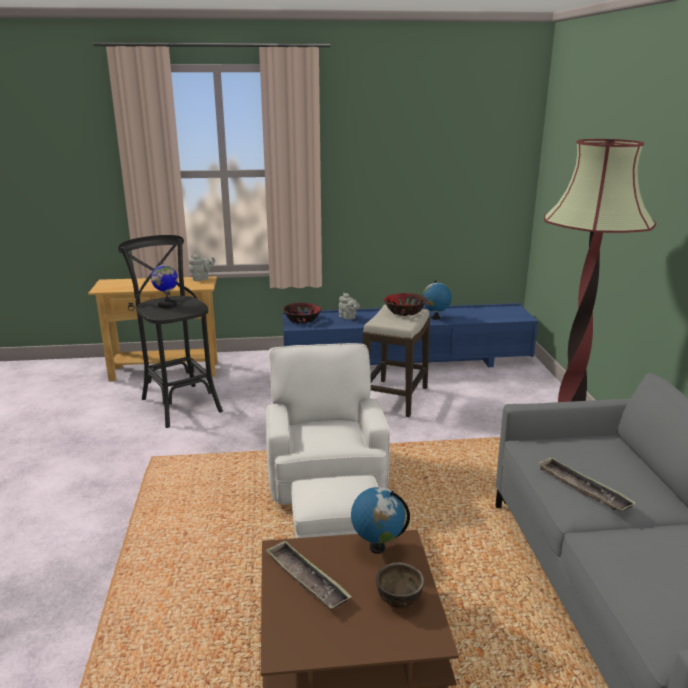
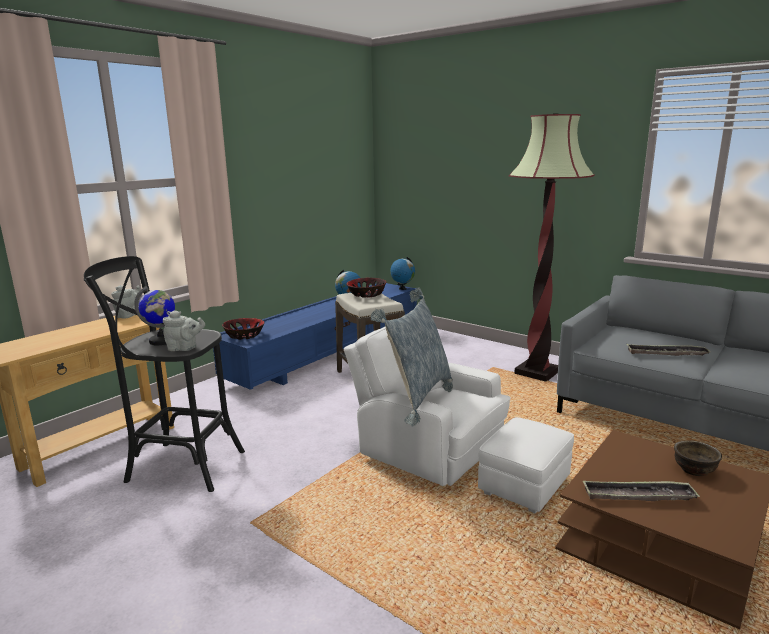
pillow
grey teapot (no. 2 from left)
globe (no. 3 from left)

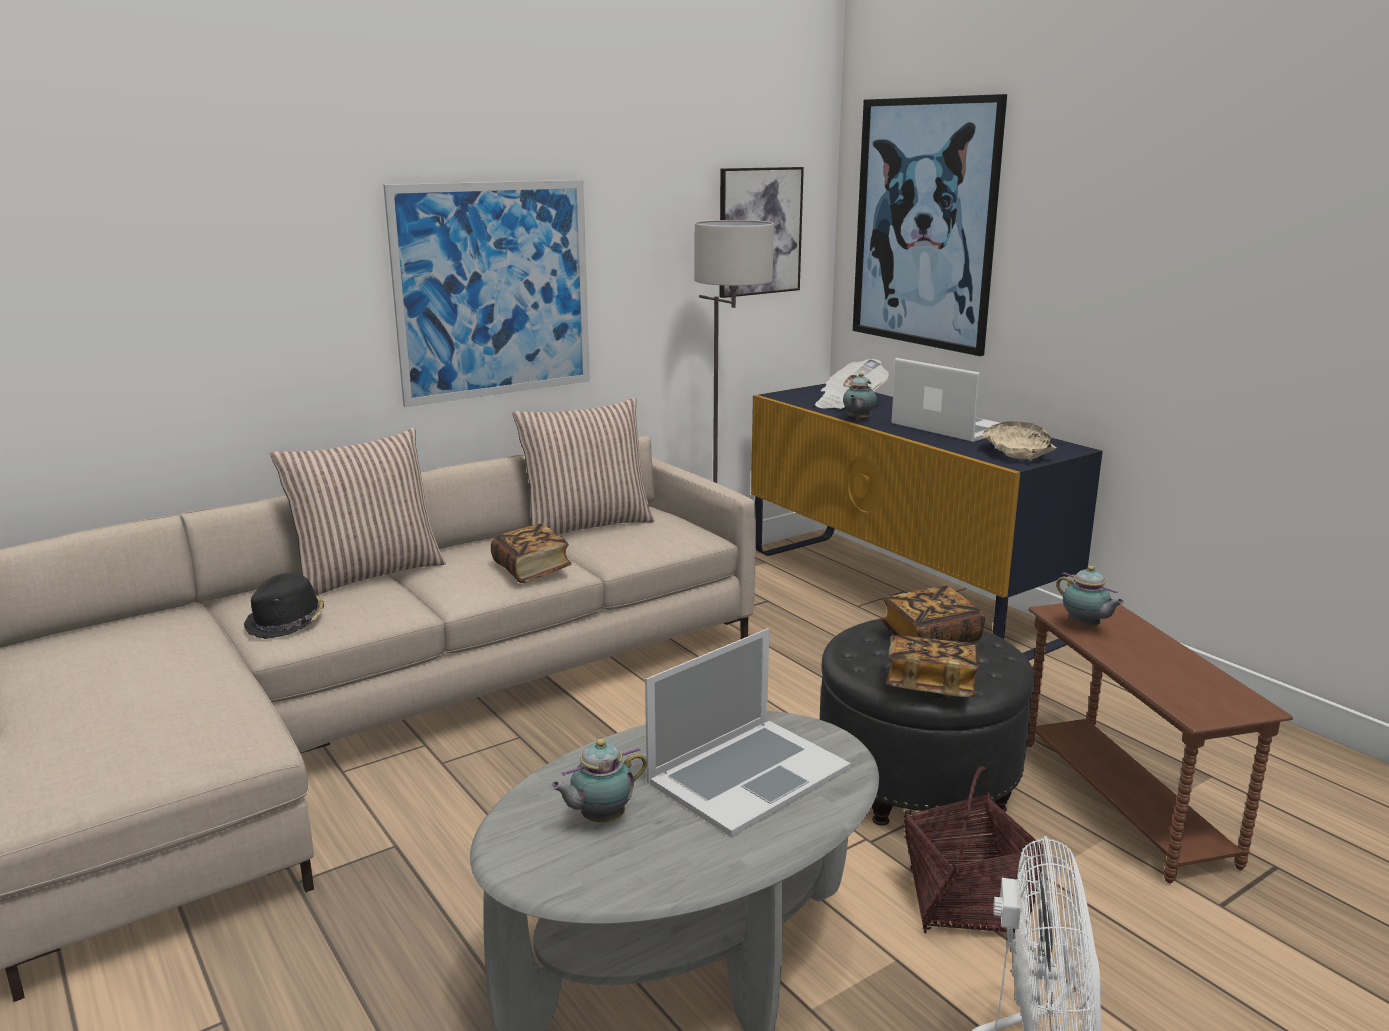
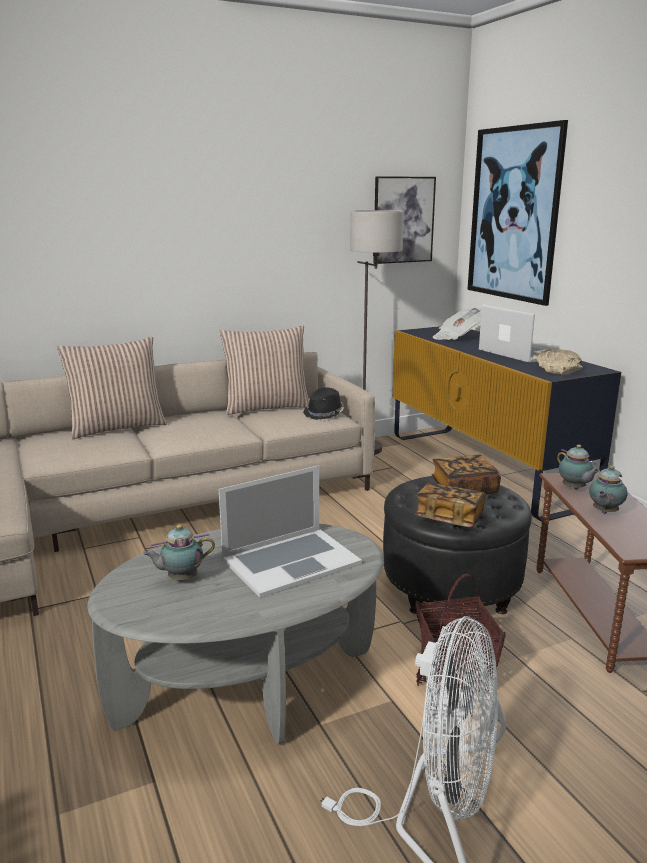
picture (no. 1 from left in the first image)
book (no. 1 from left in the first image)
black hat
teapot (no. 3 from left)

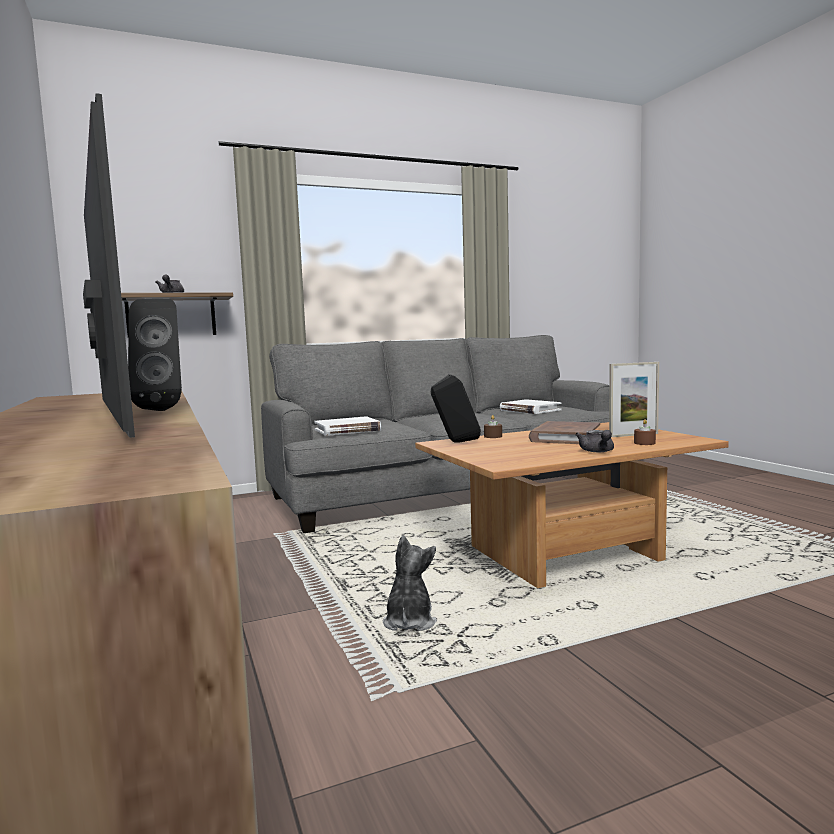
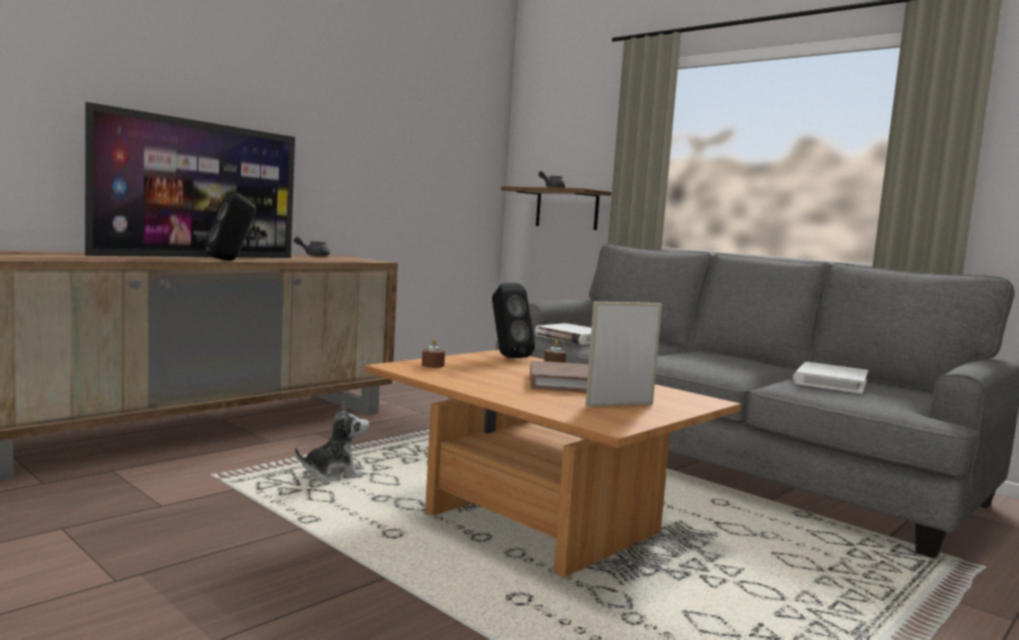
grey teapot (no. 1 from left)
brown candle (no. 1 from left)
picture frame

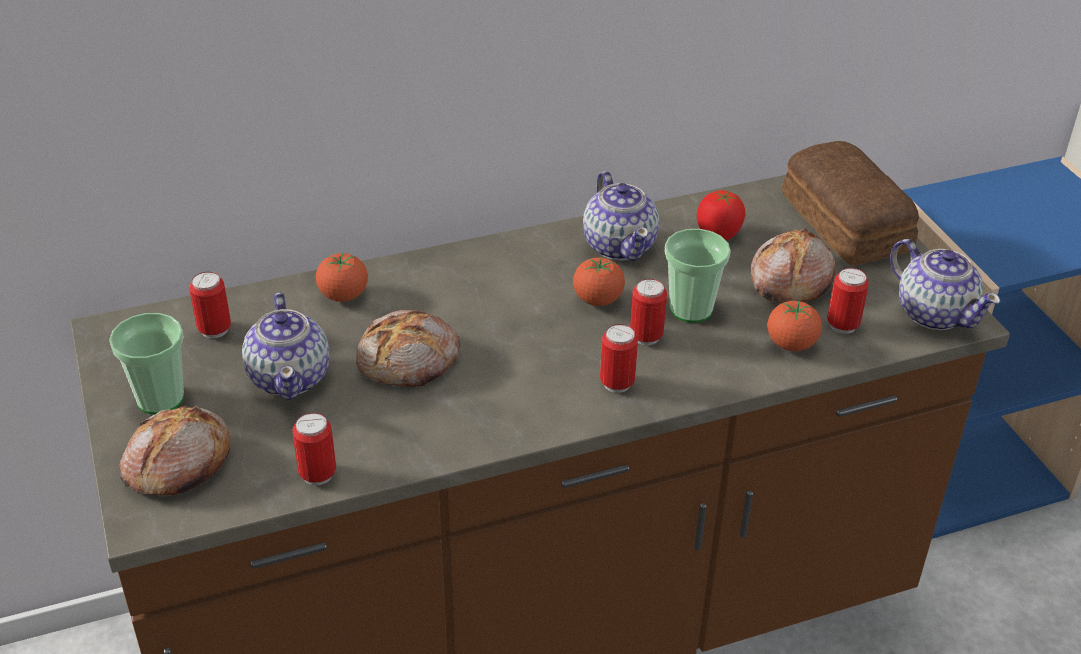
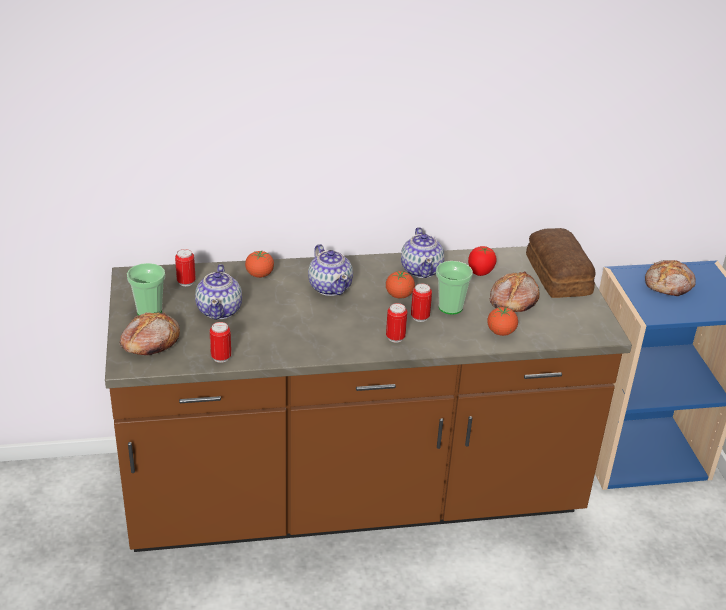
can (no. 5 from left in the first image)
bread (no. 4 from left)
teapot (no. 2 from left)

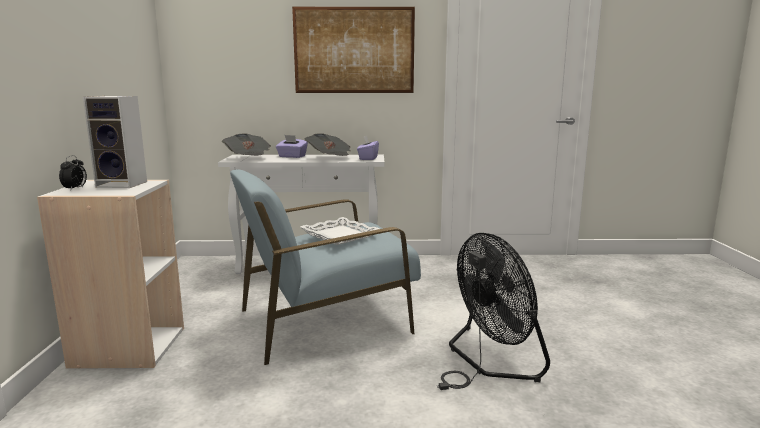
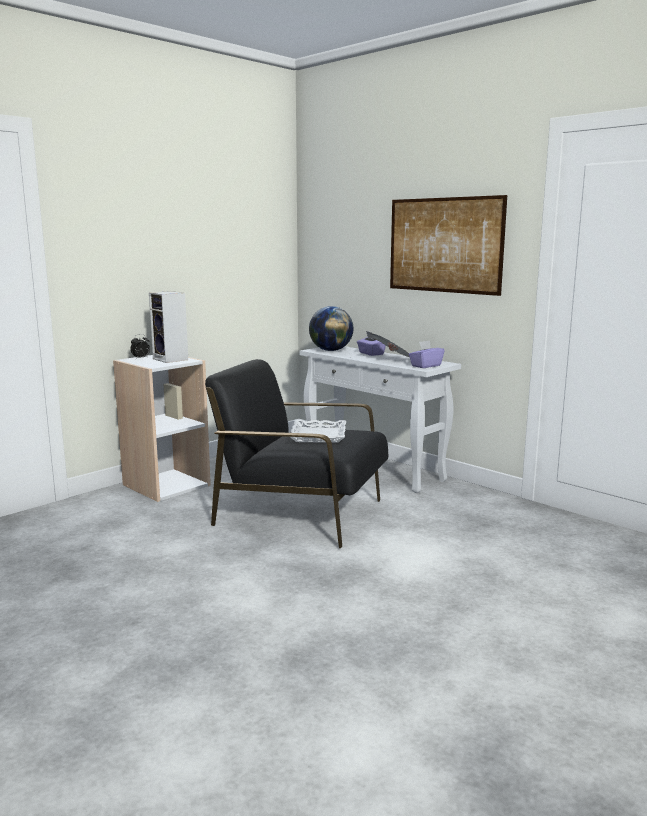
black fan
globe
black armchair

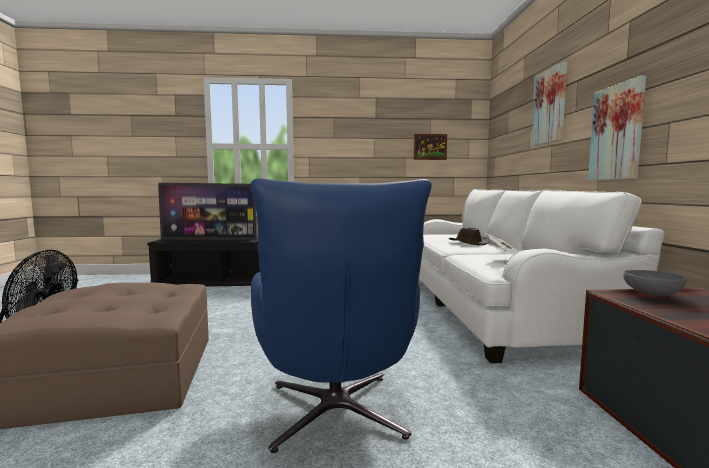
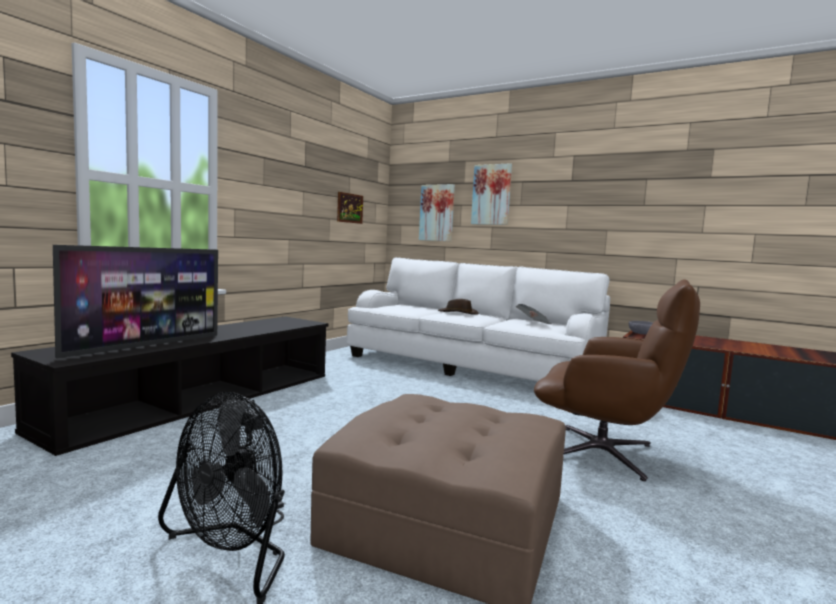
picture (no. 2 from left)
brown armchair

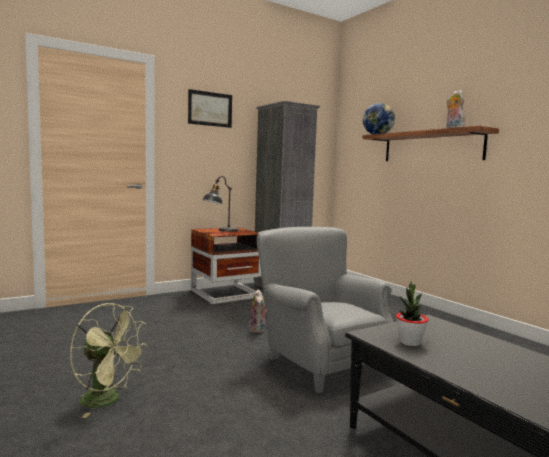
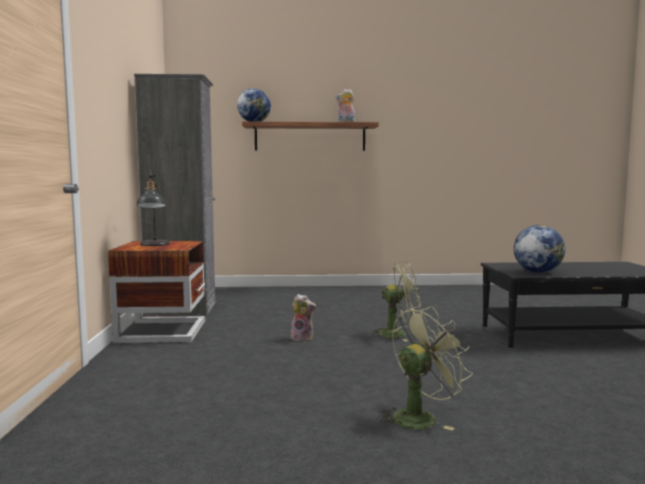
picture
green fan (no. 1 from left)
globe (no. 2 from left)

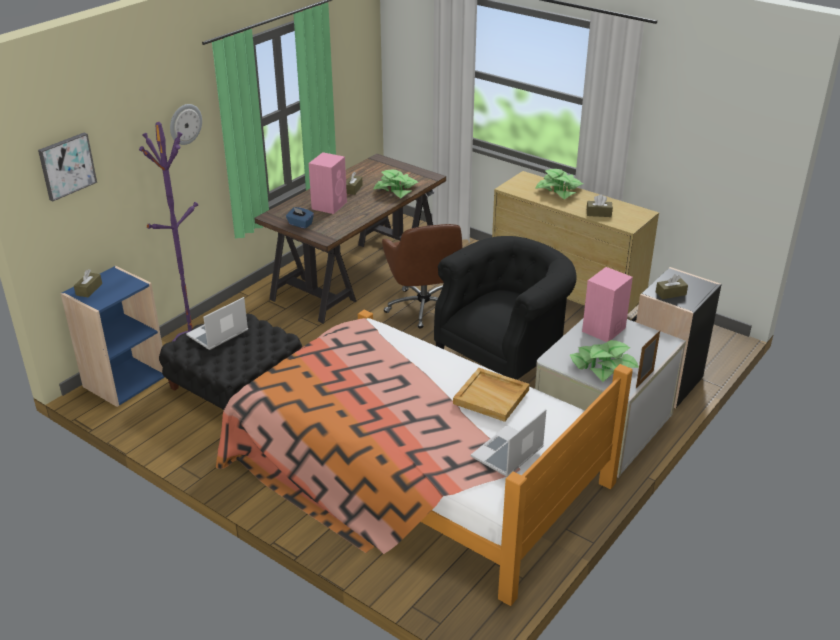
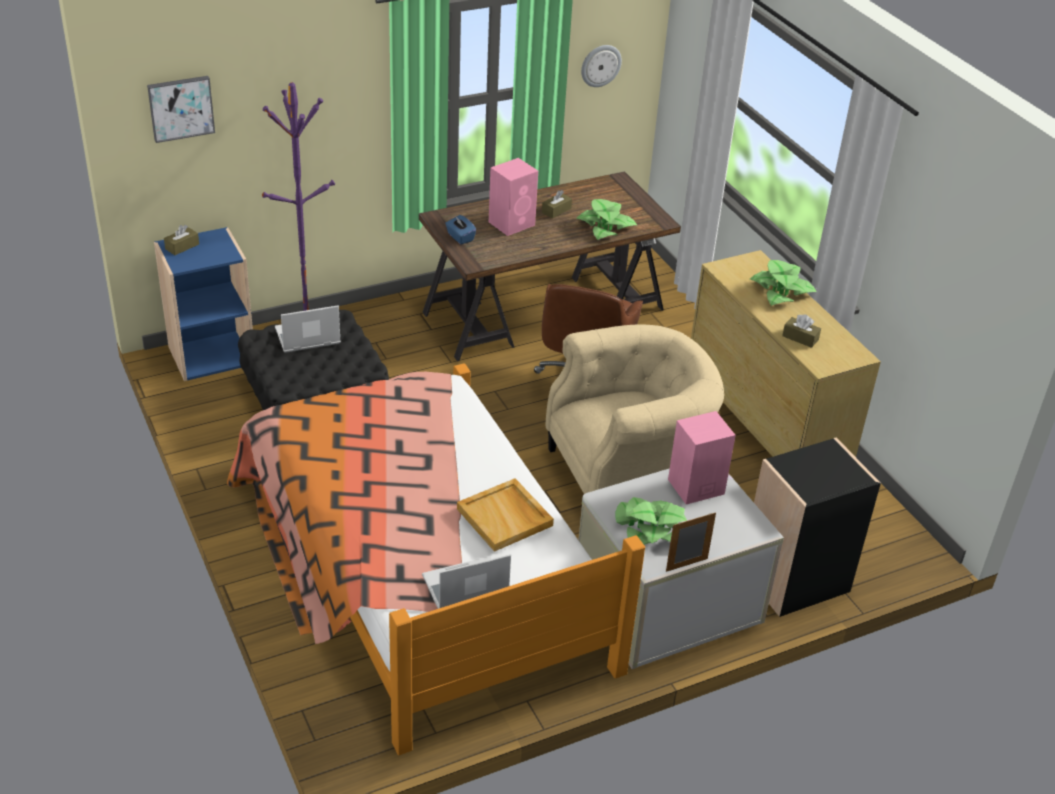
brown tissue box (no. 4 from left in the first image)
wall clock
beige armchair

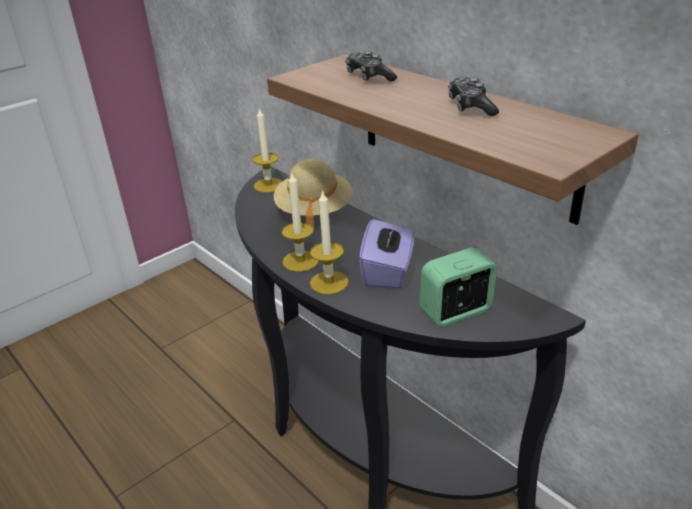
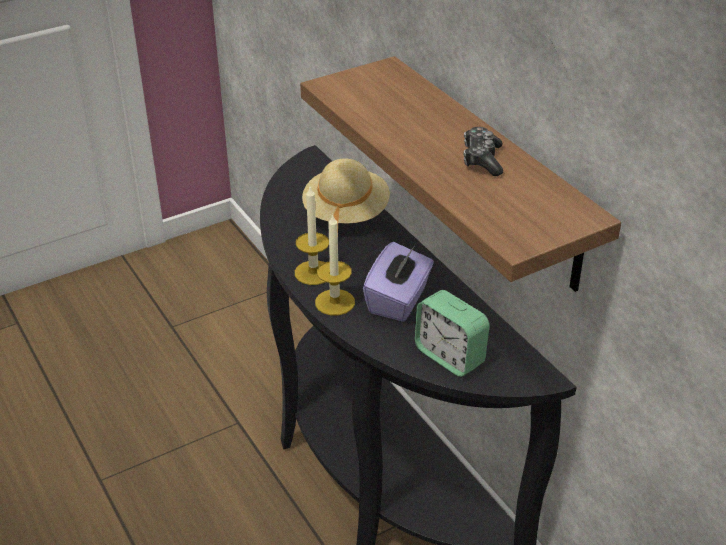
candle (no. 1 from left in the first image)
game controller (no. 1 from left in the first image)
alarm clock

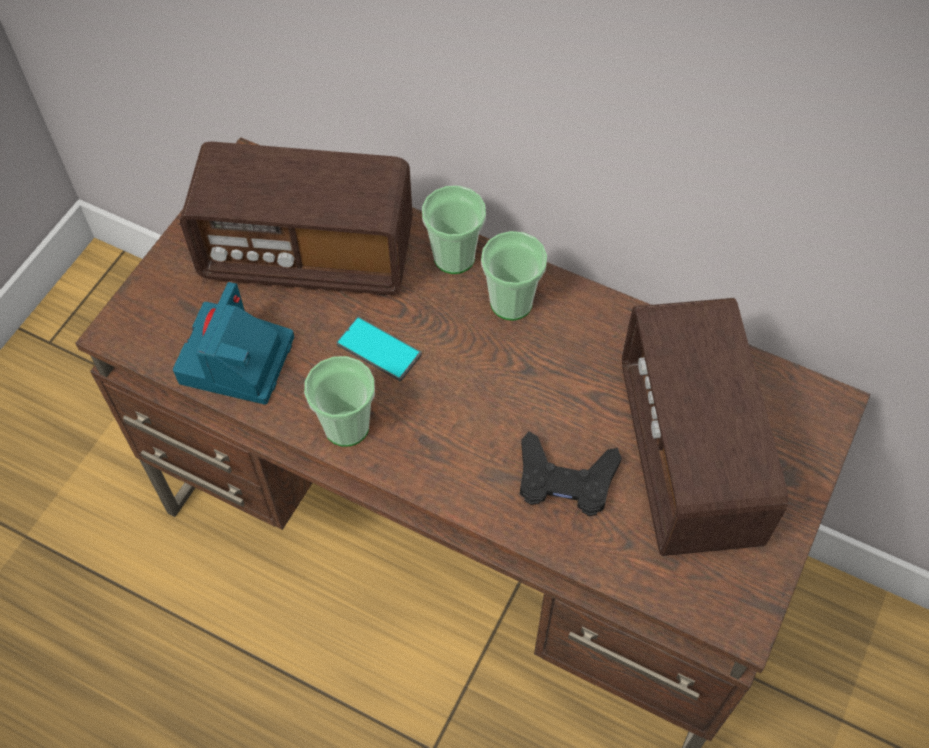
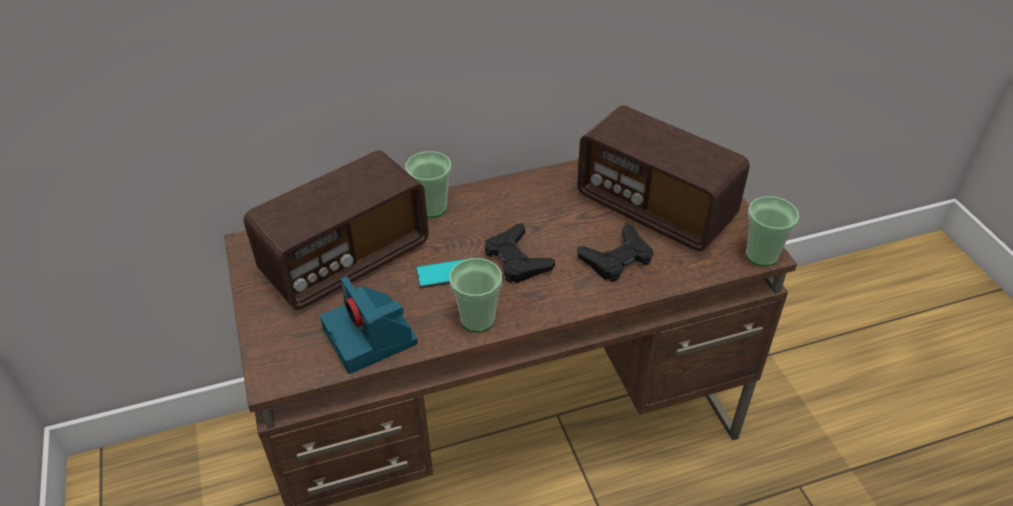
black game controller (no. 1 from left)
cup (no. 3 from left)

